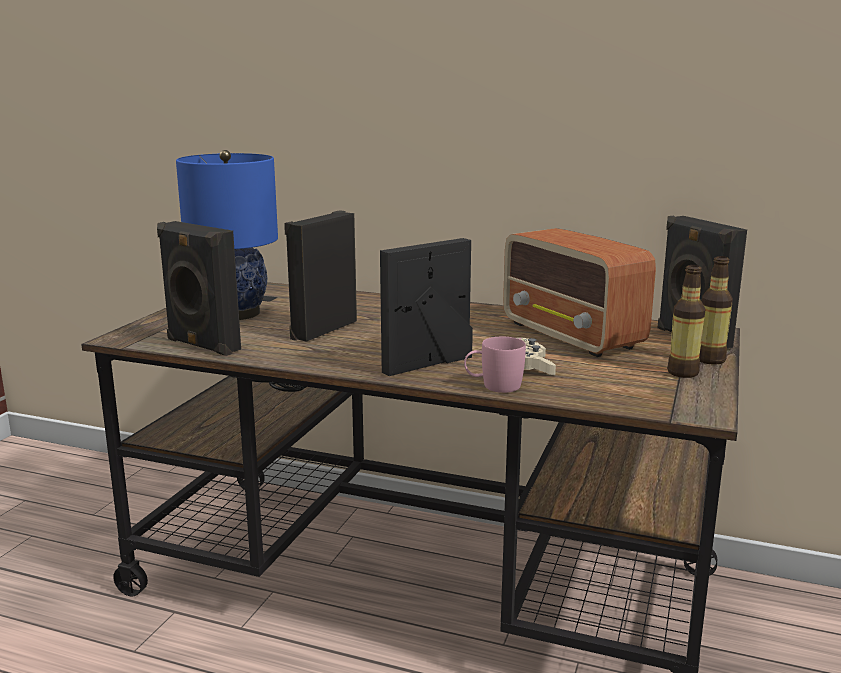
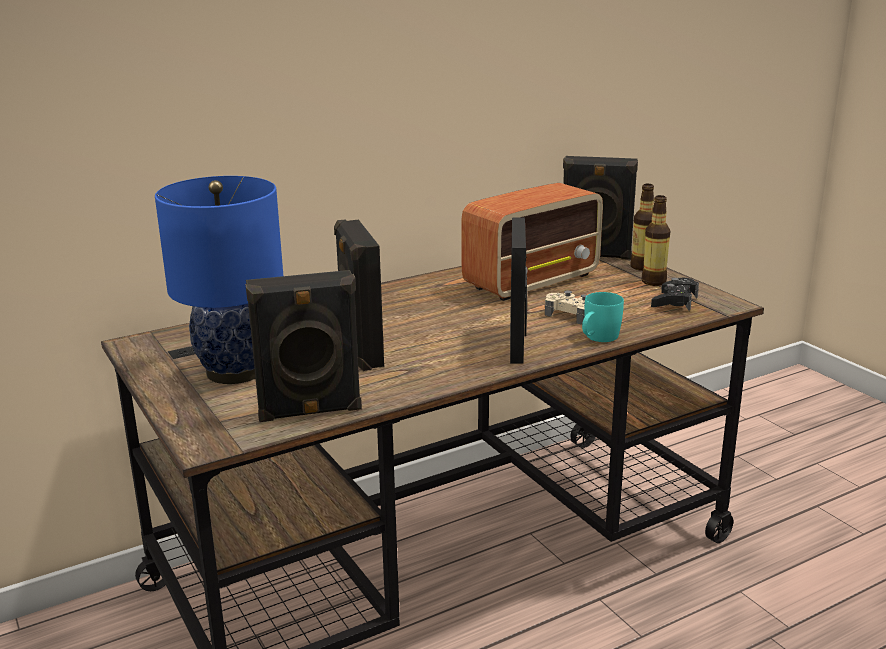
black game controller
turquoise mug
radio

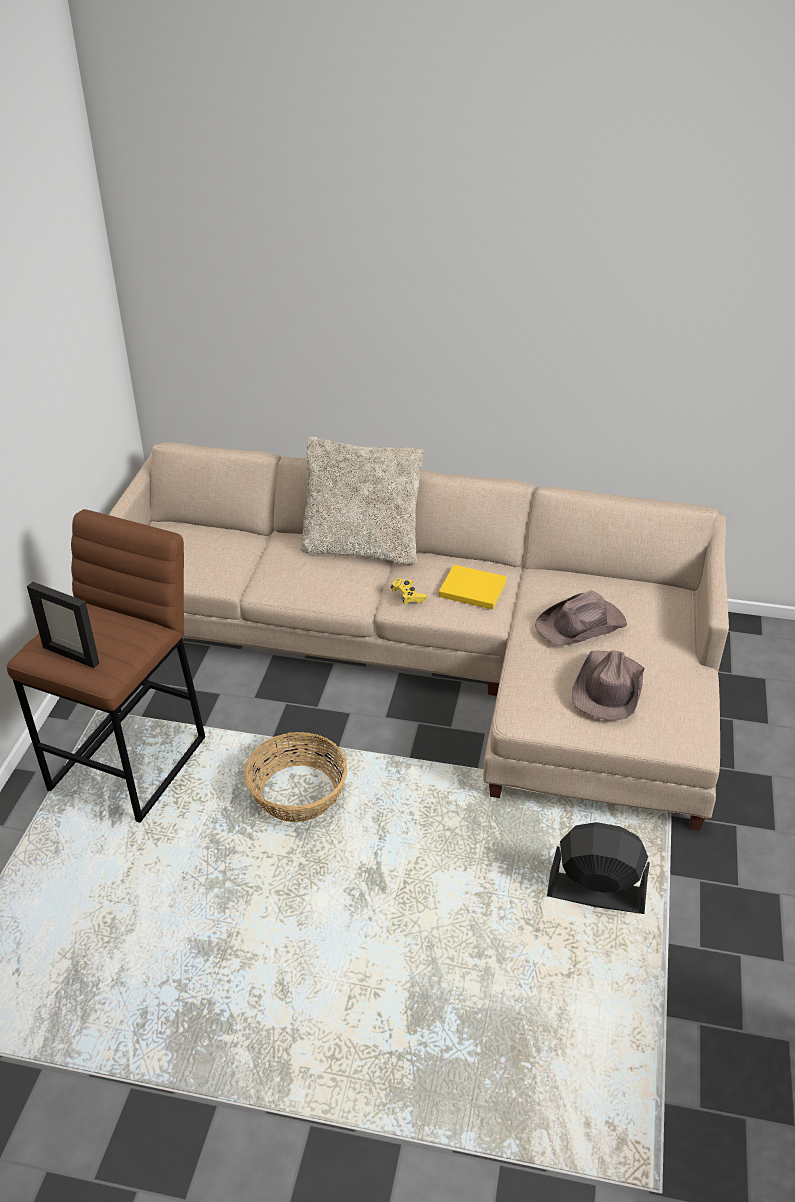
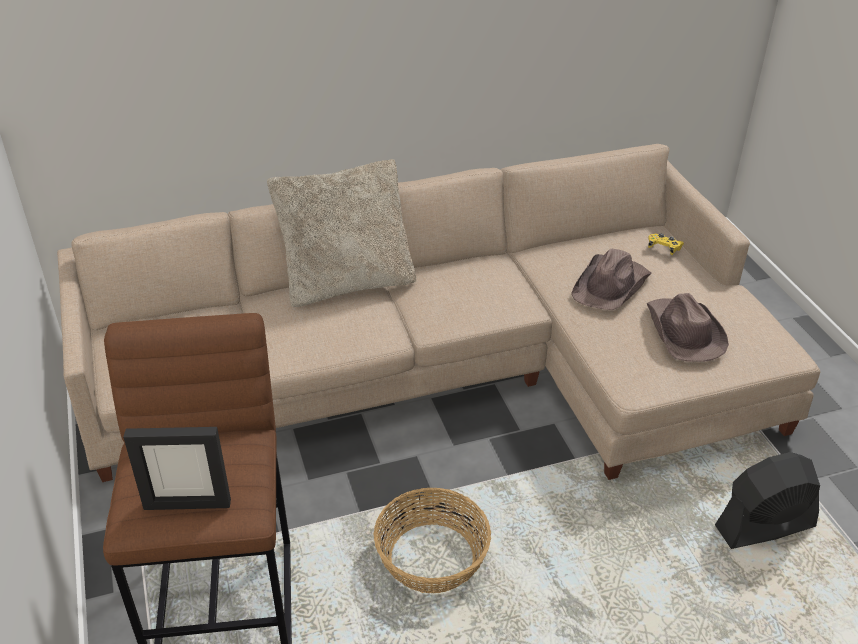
yellow book
yellow game controller

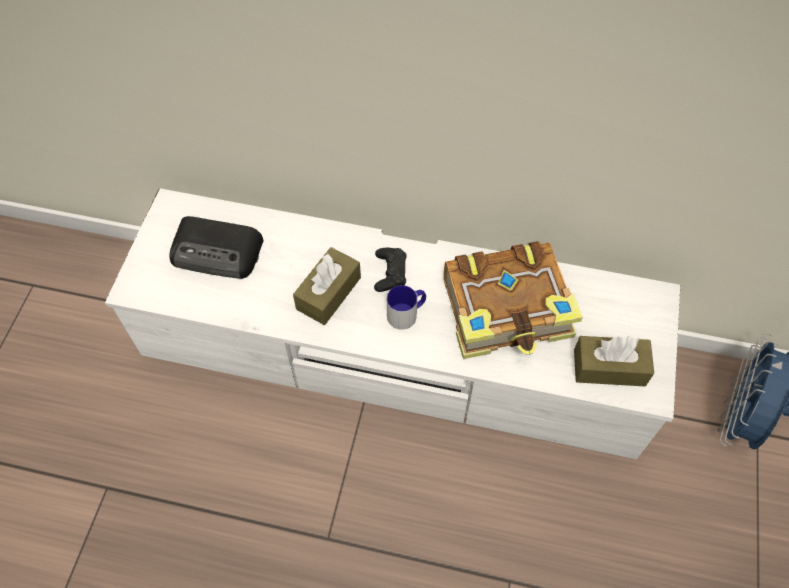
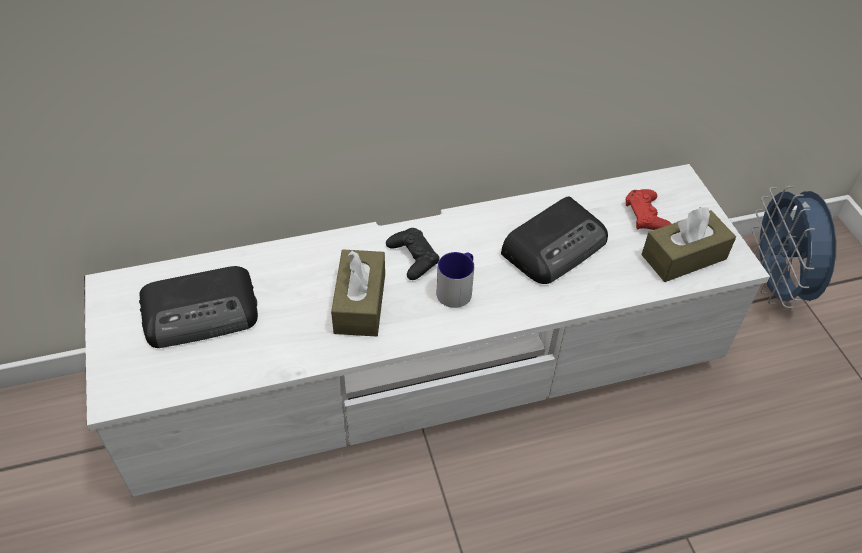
red game controller
radio (no. 2 from left)

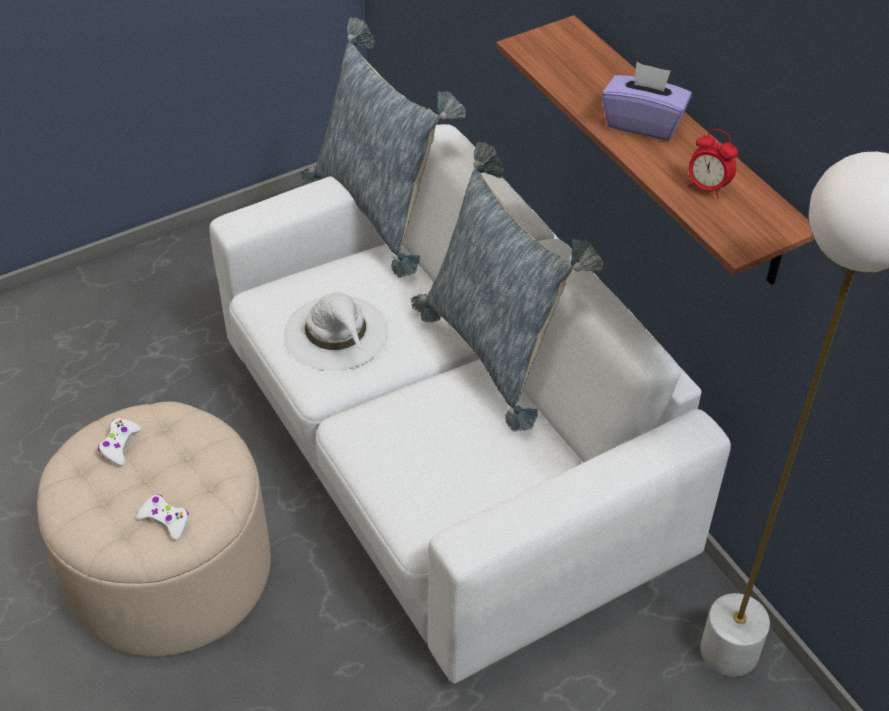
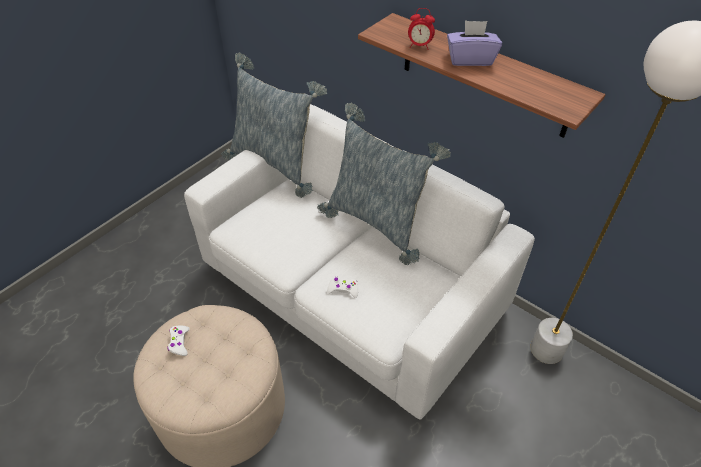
white hat
white game controller (no. 2 from left)
alarm clock

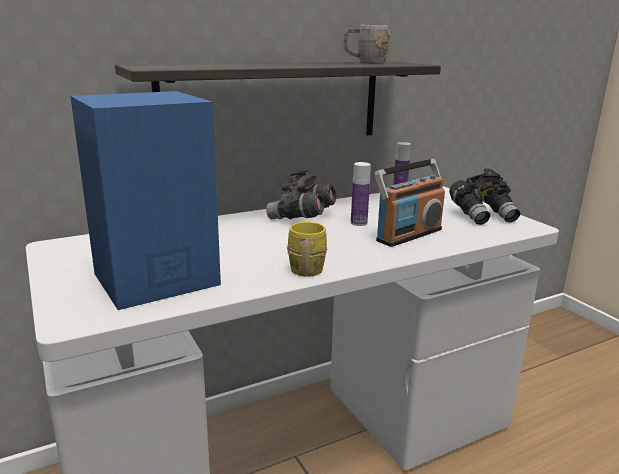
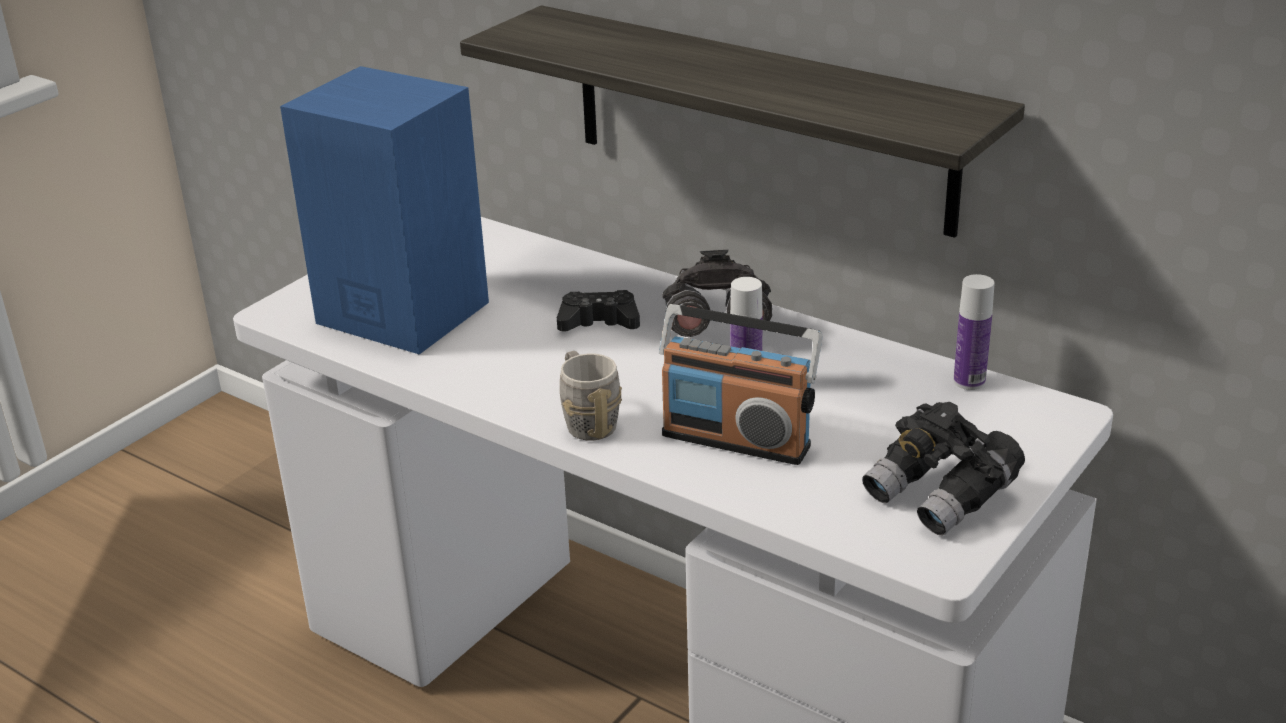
yellow mug
black game controller
grey mug

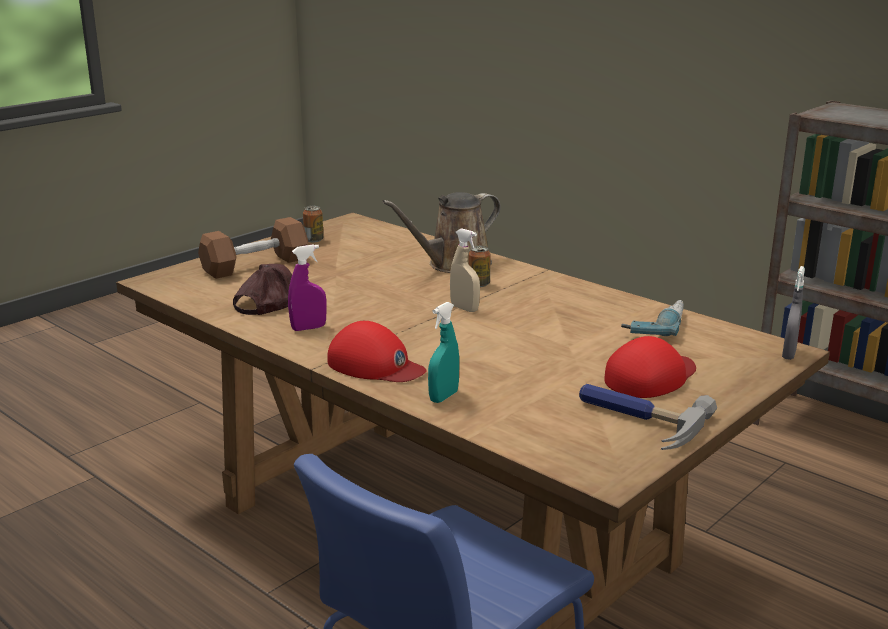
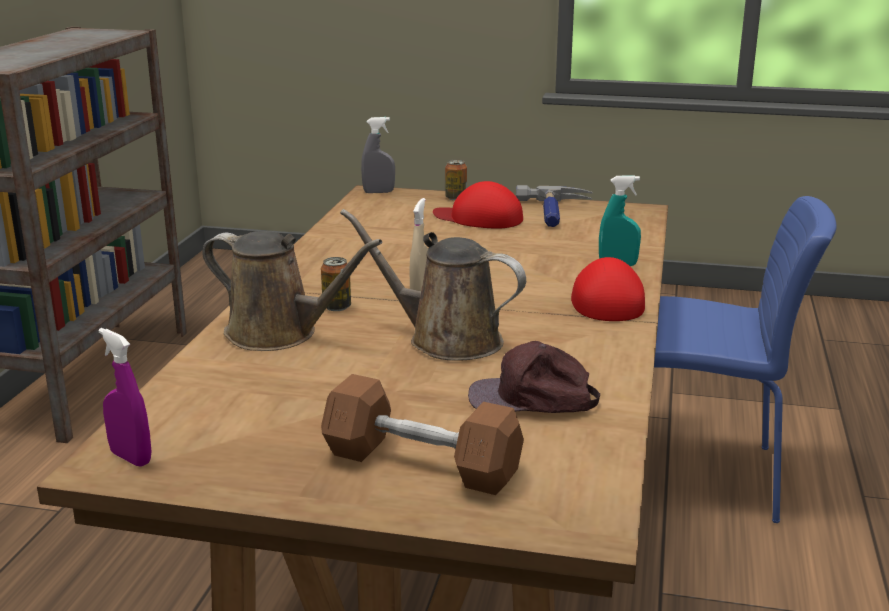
power drill
brown watering can (no. 2 from left)
purple spray bottle
can (no. 2 from left)

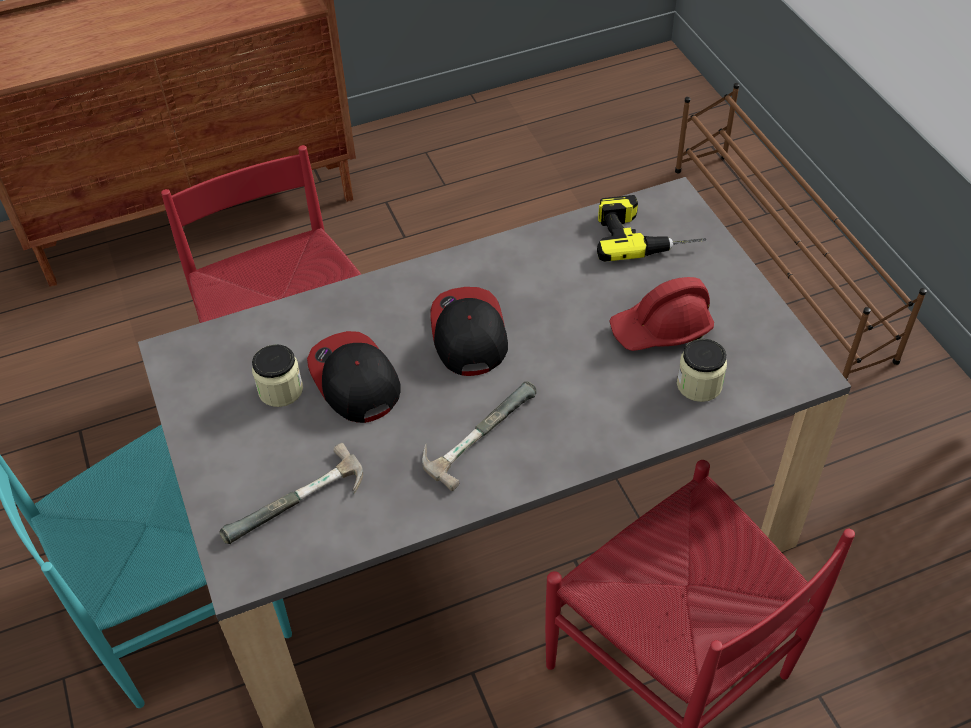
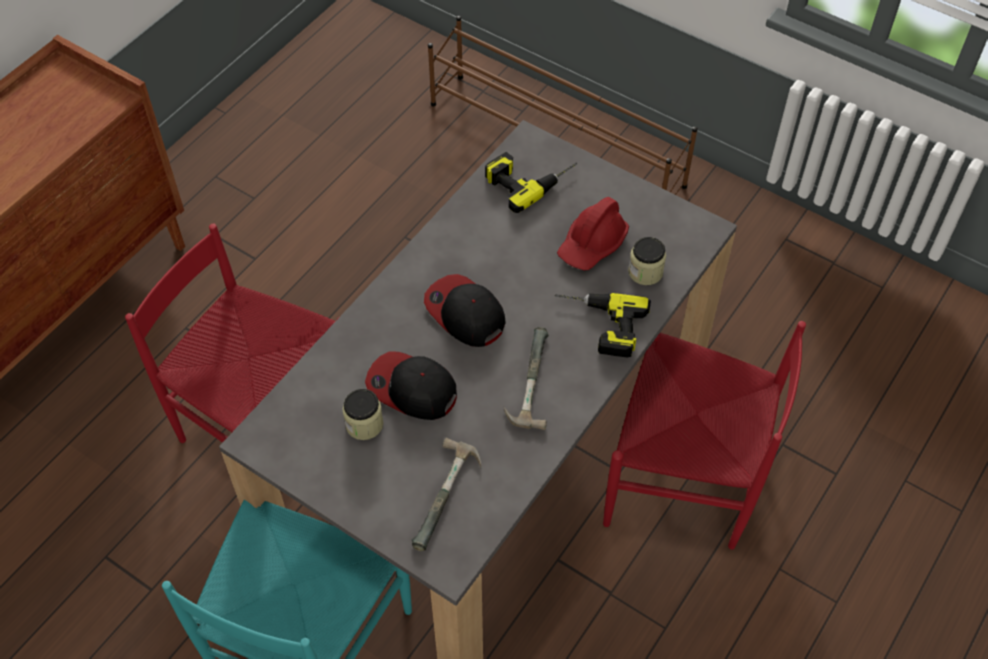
power drill (no. 2 from left)

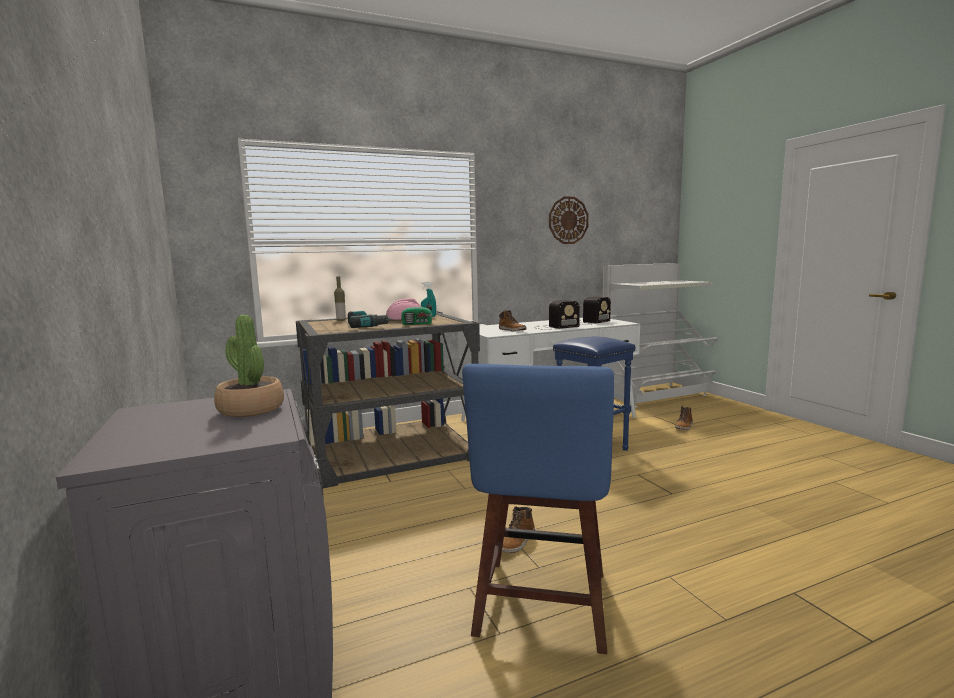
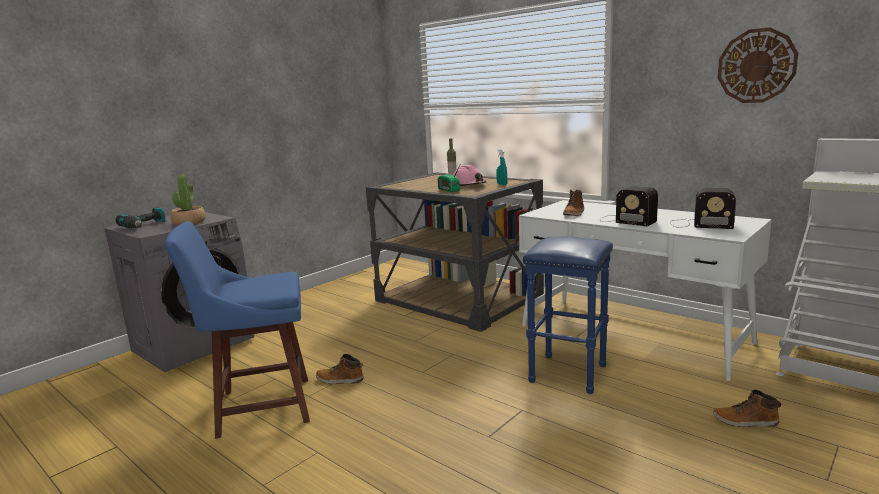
power drill

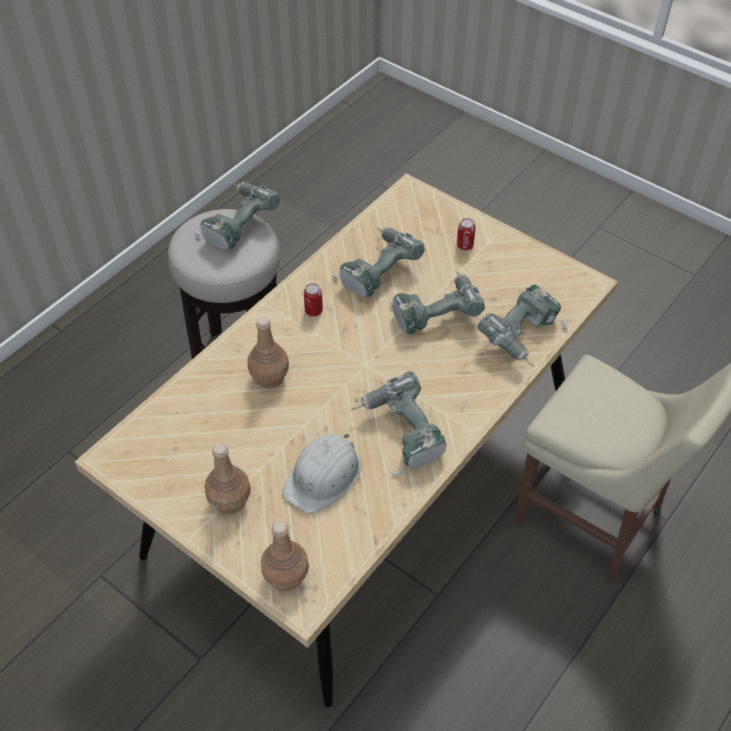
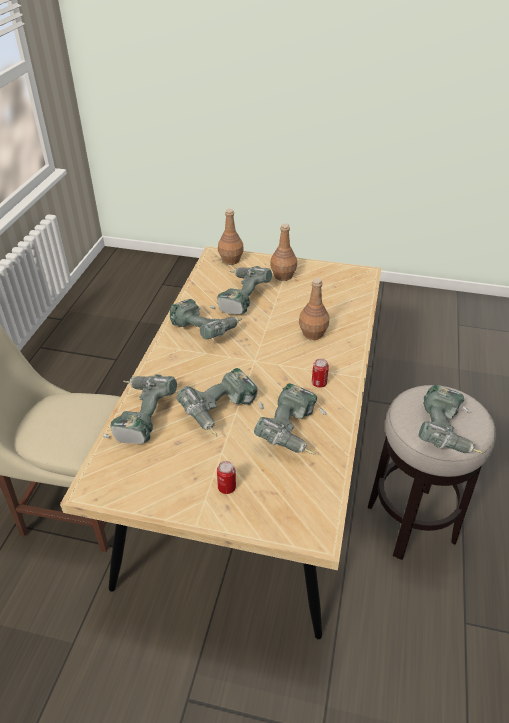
power drill (no. 4 from left)

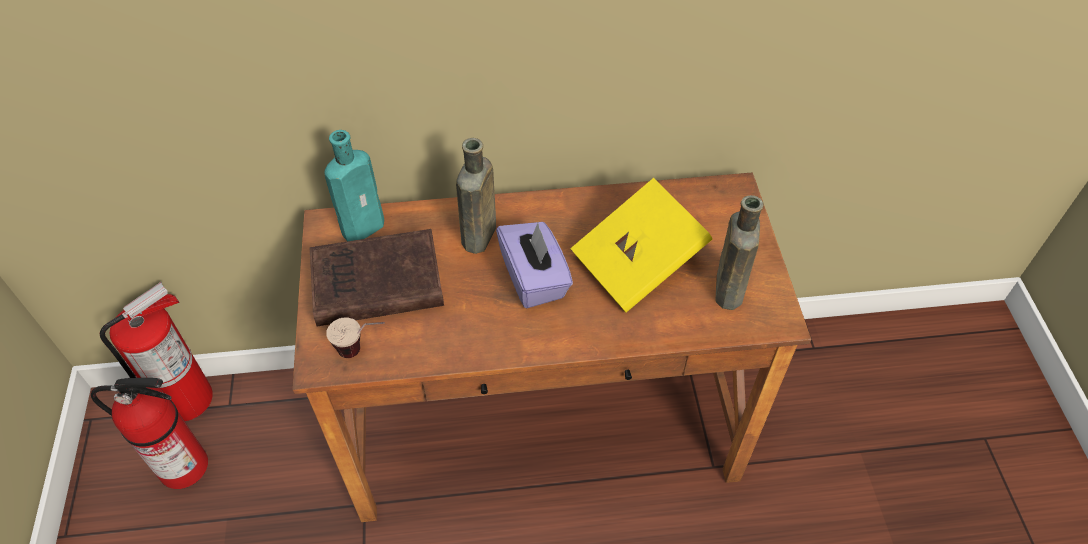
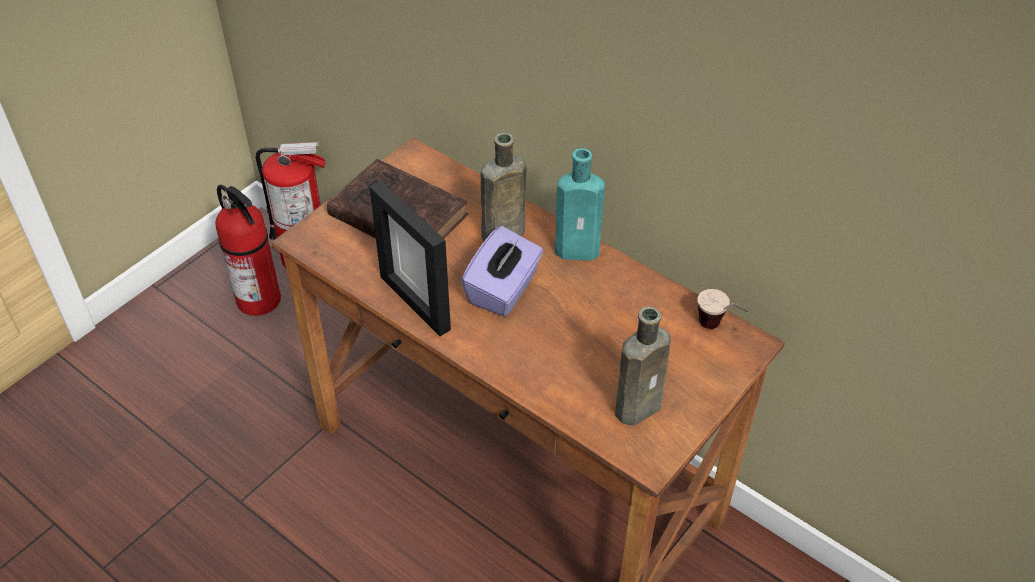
yellow book
picture frame
turquoise bottle
cup

